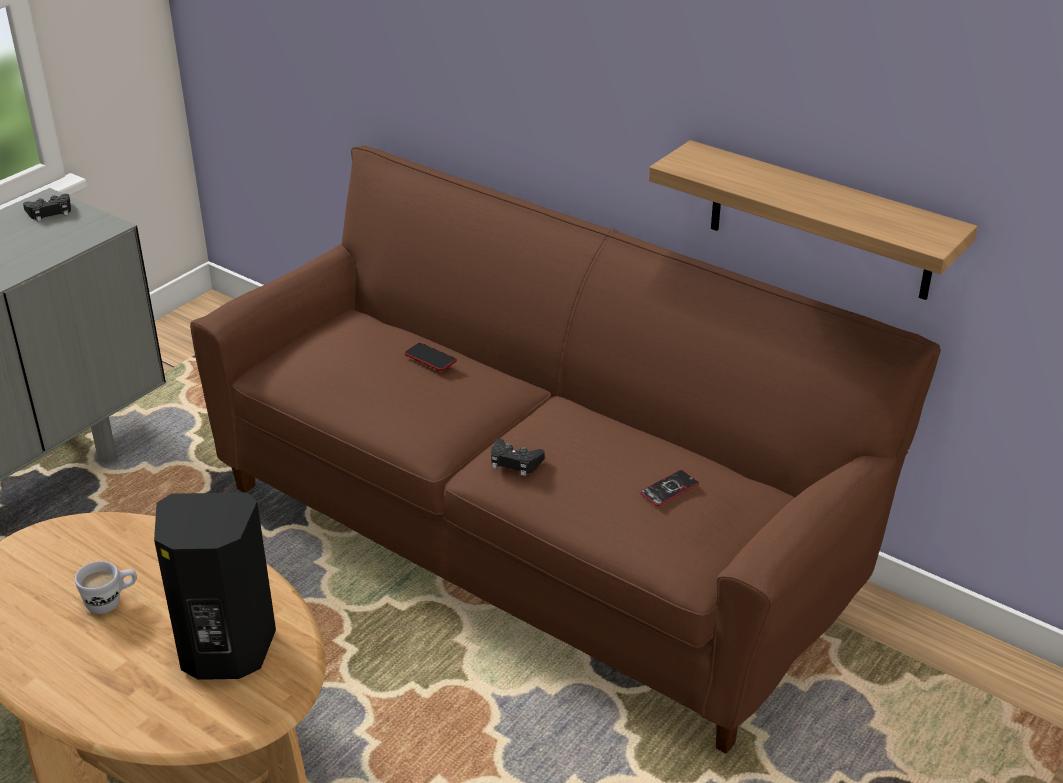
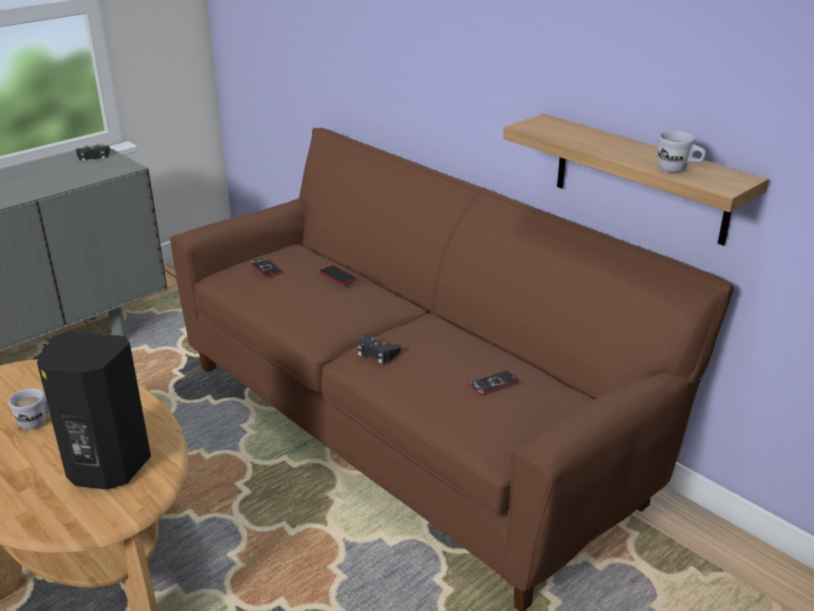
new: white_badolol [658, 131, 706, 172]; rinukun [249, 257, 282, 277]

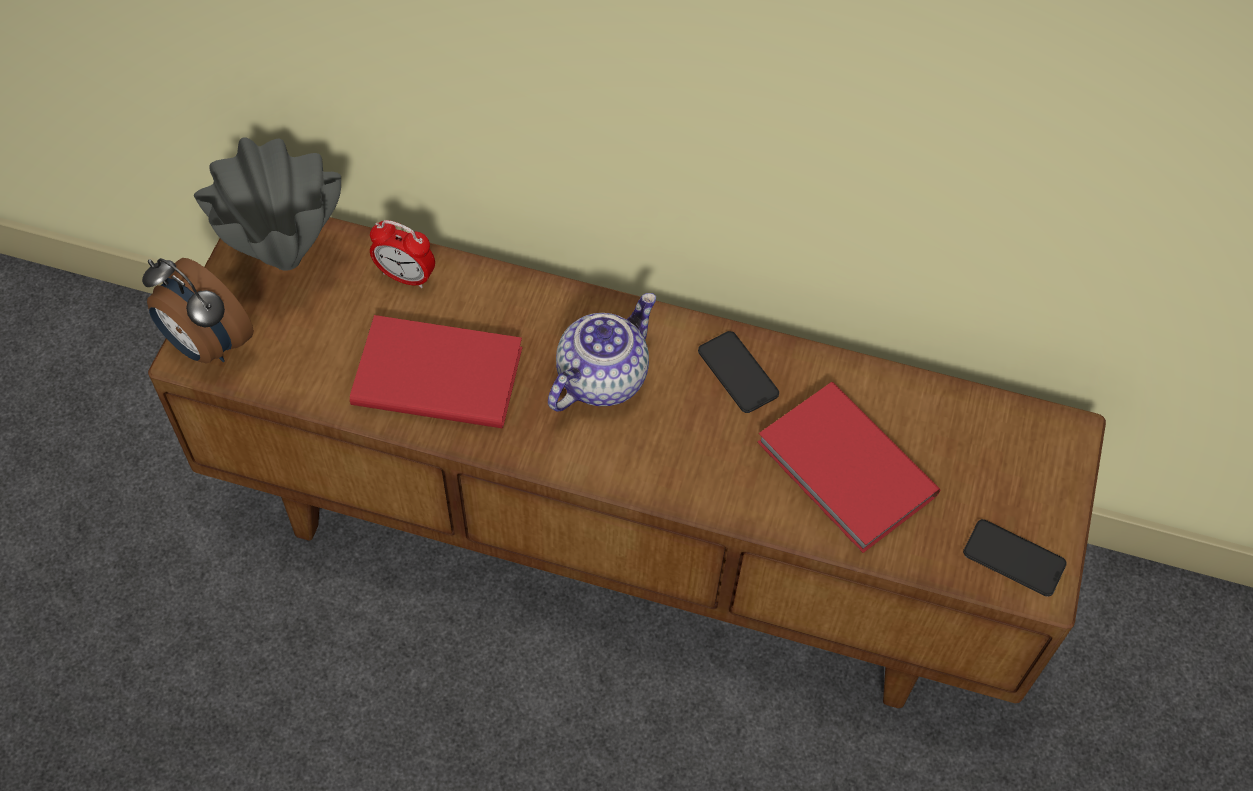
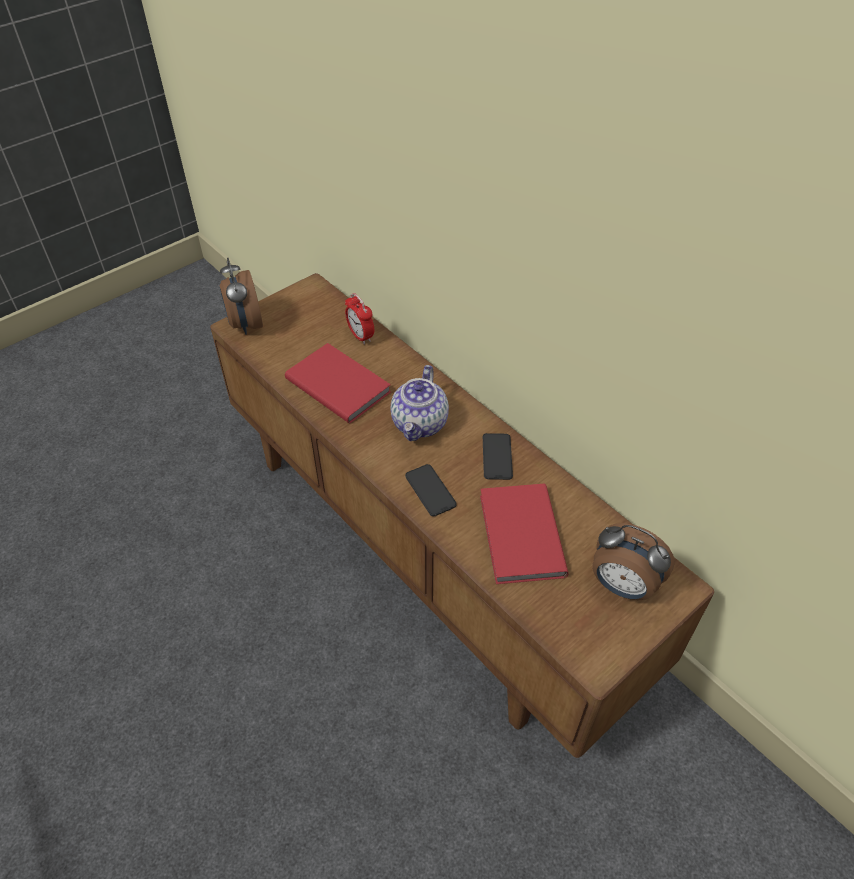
gone: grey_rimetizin [194, 137, 341, 271]
new: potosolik [592, 523, 675, 600]
shifted: rinukun [963, 519, 1067, 597] to [405, 464, 457, 516]
rotated: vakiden [548, 293, 656, 412] = [391, 365, 449, 441] 120 degrees clockwise

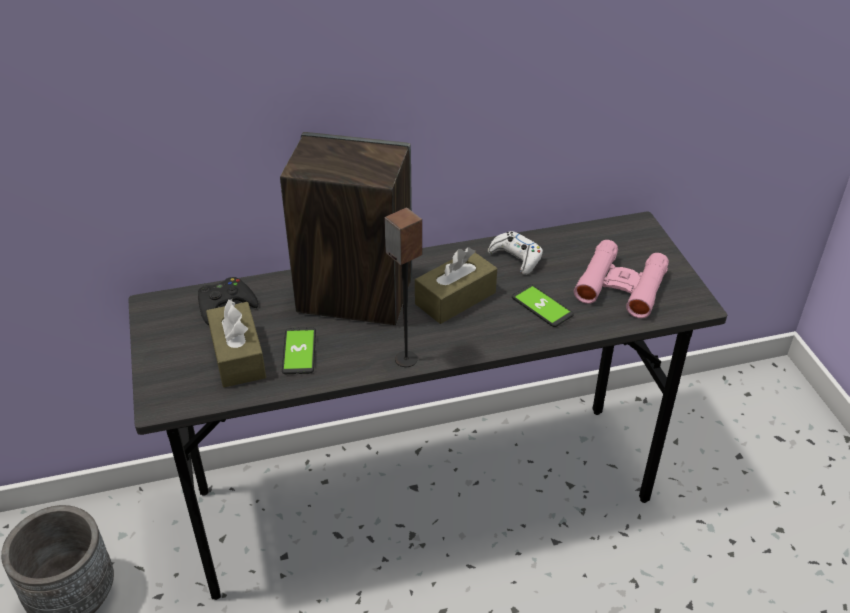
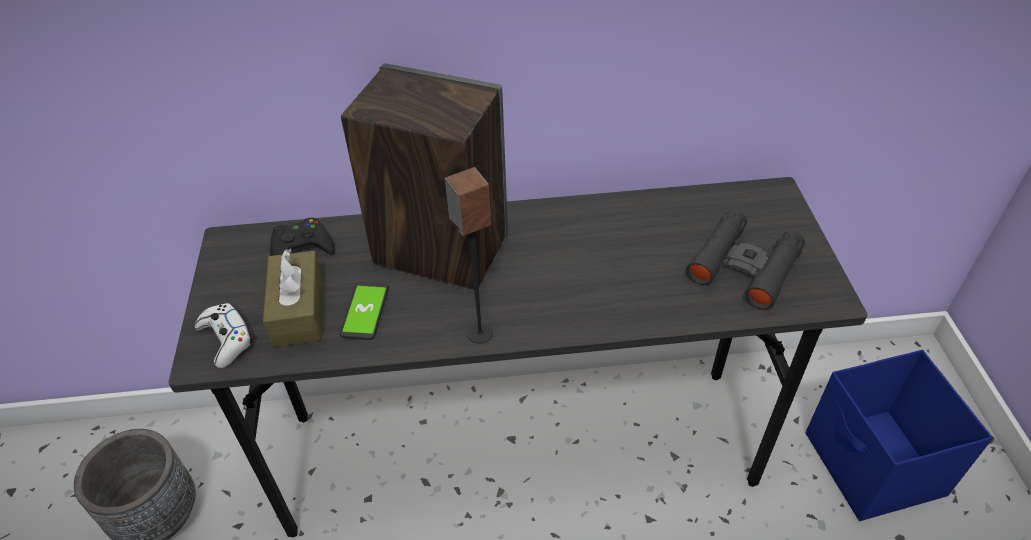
gone: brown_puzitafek [415, 247, 497, 324]; rinukun [512, 284, 574, 327]
new: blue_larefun [806, 350, 993, 521]
shifted: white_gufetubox [488, 231, 543, 275] to [195, 303, 254, 368]
repainted: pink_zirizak [574, 240, 669, 318] to black_zirizak [686, 210, 805, 310]

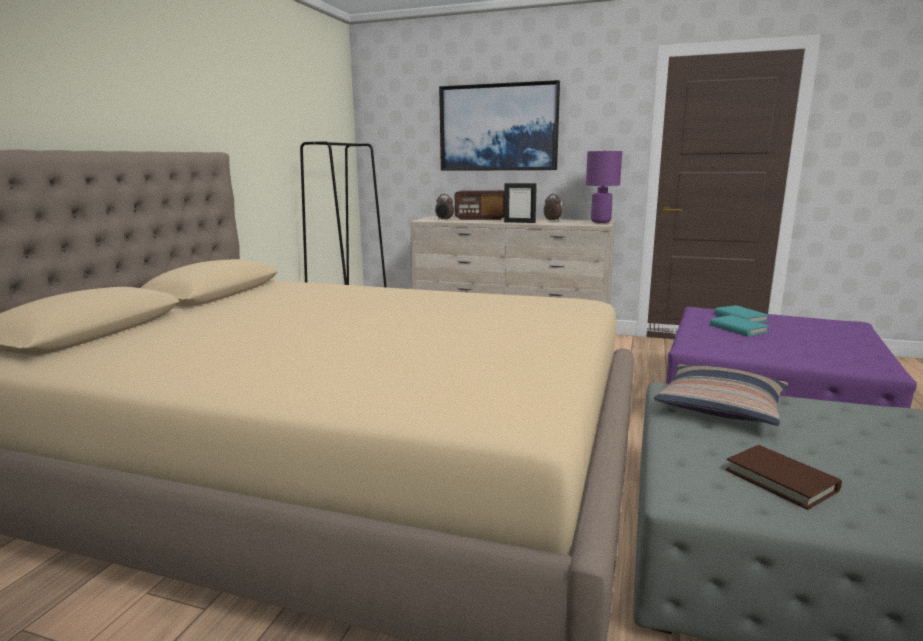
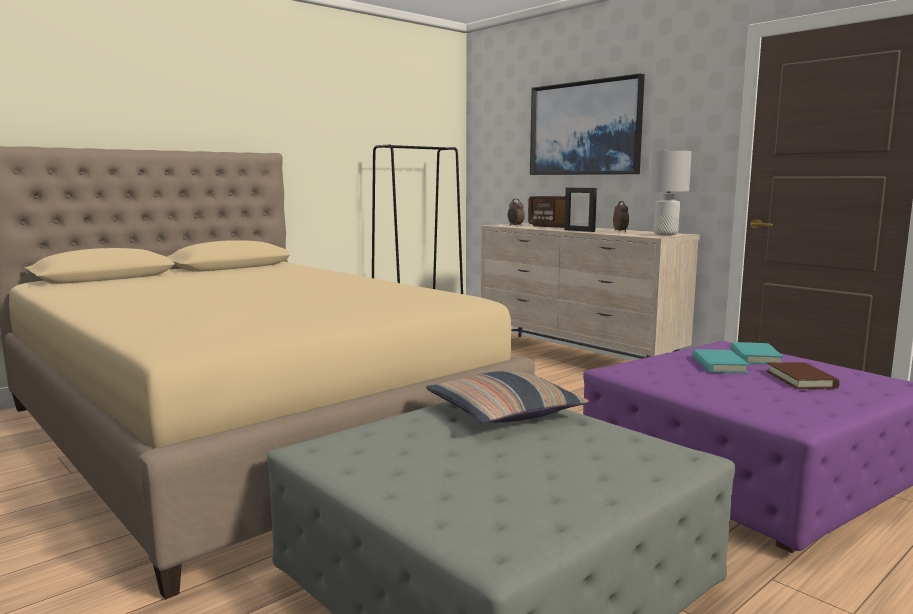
shifted: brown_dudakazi [726, 445, 842, 510] to [766, 362, 840, 389]
repainted: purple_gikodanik [586, 150, 622, 223] to grey_gikodanik [648, 150, 692, 236]

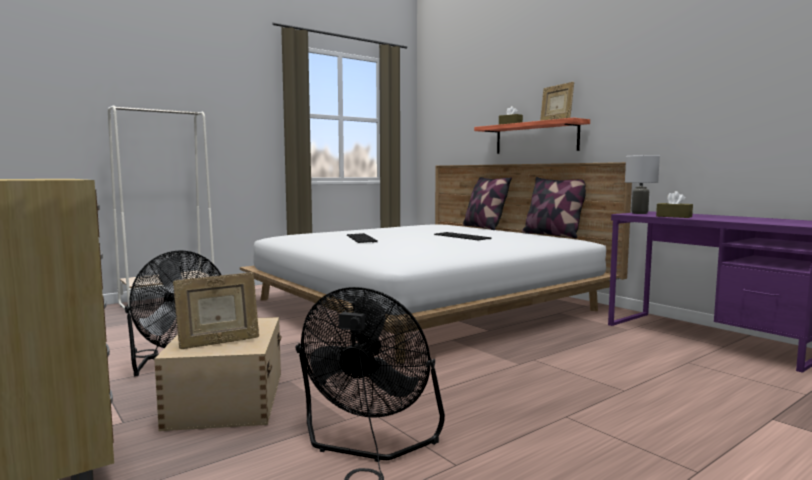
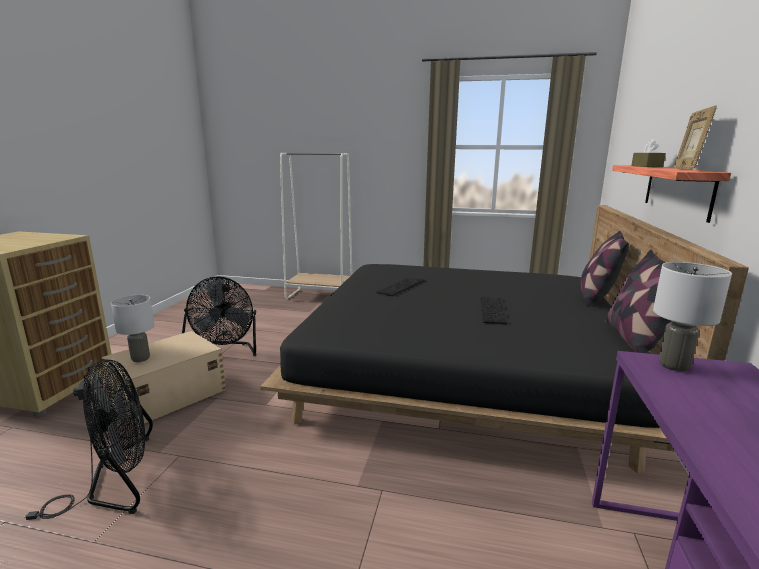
gone: brown_puzitafek [656, 191, 693, 218]
swapped: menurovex [173, 272, 259, 349] to white_gikodanik [111, 295, 155, 362]
repainted: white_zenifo [240, 162, 632, 363] to black_zenifo [260, 205, 749, 474]

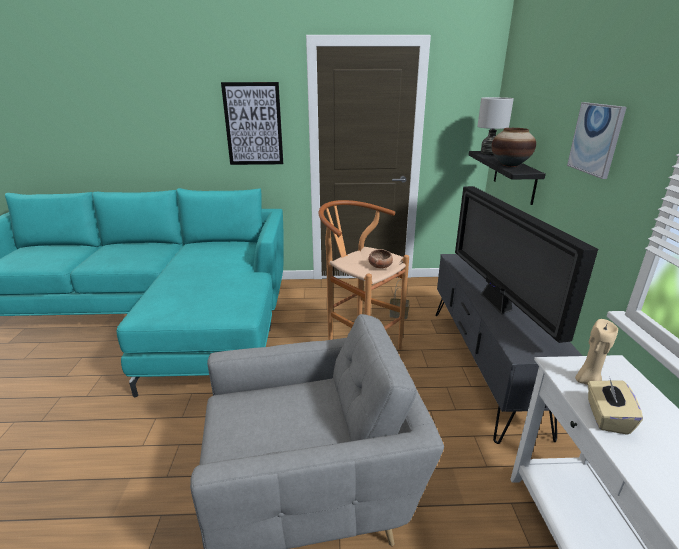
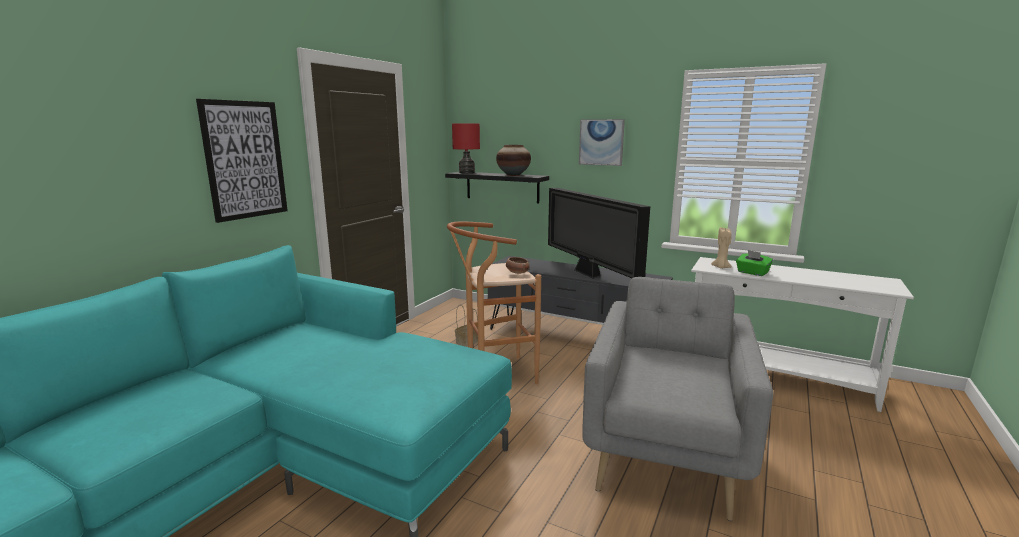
repainted: grey_gikodanik [477, 97, 514, 155] to red_gikodanik [452, 123, 480, 173]; beige_puzitafek [588, 380, 643, 435] to green_puzitafek [736, 250, 773, 276]
rotated: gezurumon [455, 186, 598, 343] = [548, 188, 650, 279] 45 degrees clockwise

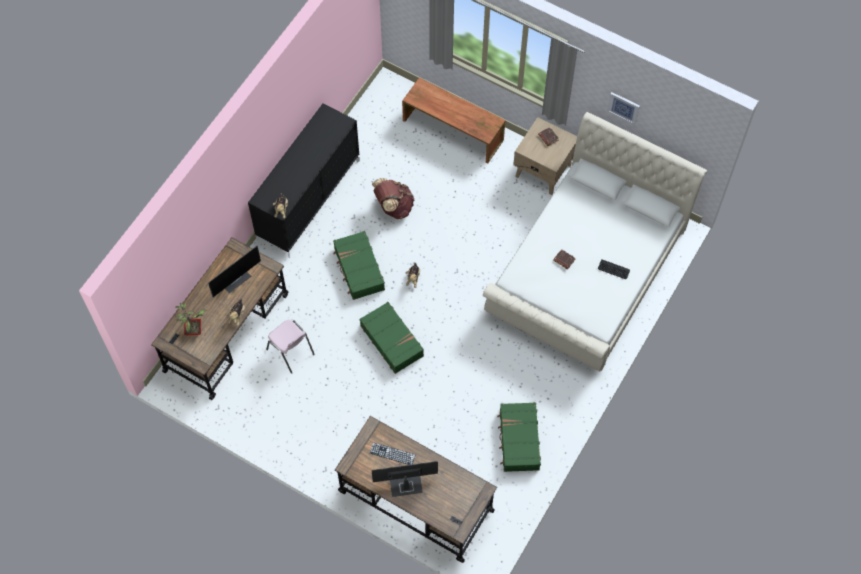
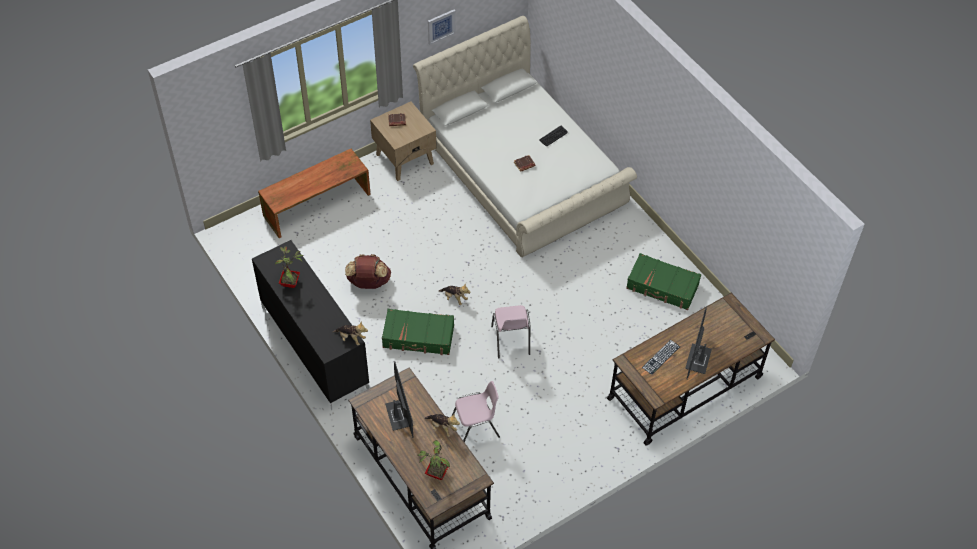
new: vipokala [275, 246, 303, 288]
swapped: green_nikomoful [360, 302, 424, 374] to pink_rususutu [491, 305, 530, 359]

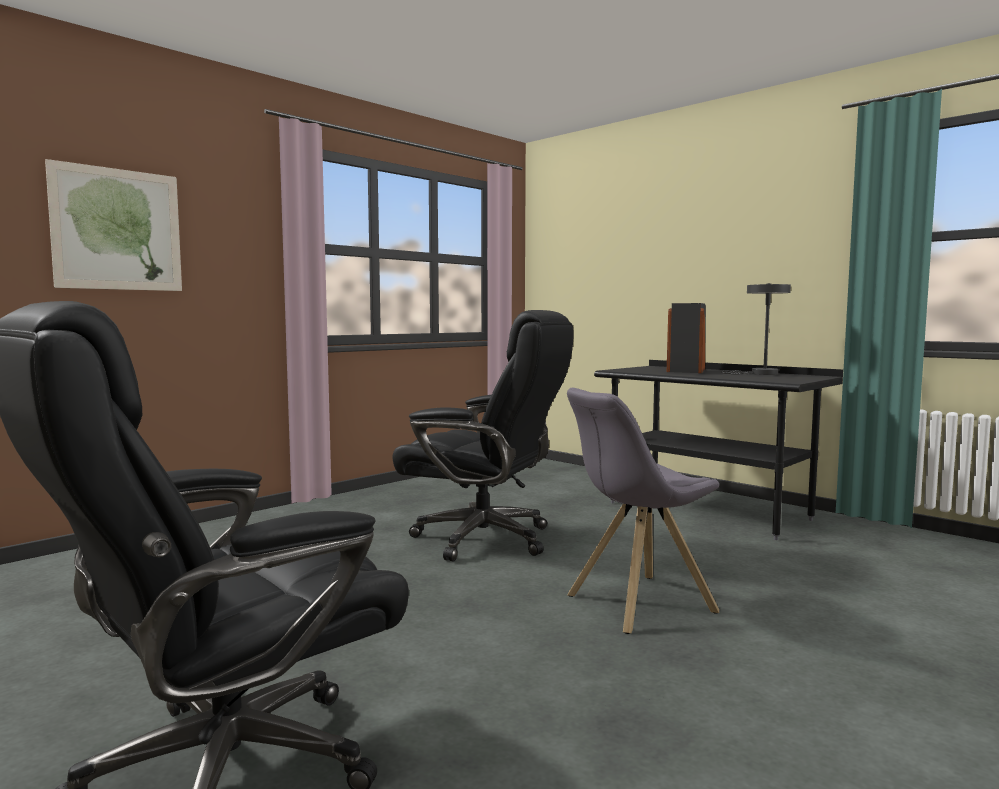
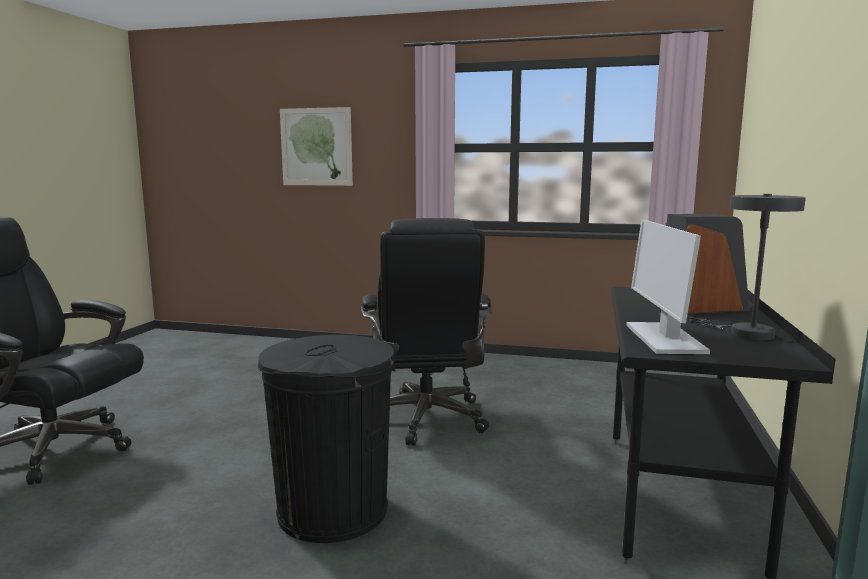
new: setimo [627, 219, 710, 354]
swapped: grey_rususutu [567, 388, 719, 634] to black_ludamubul [258, 335, 395, 543]

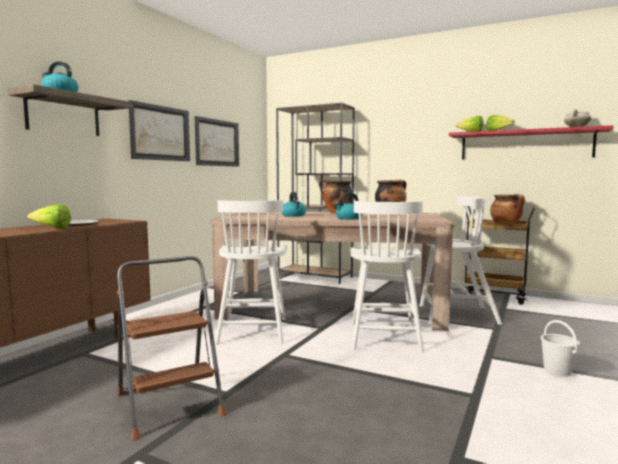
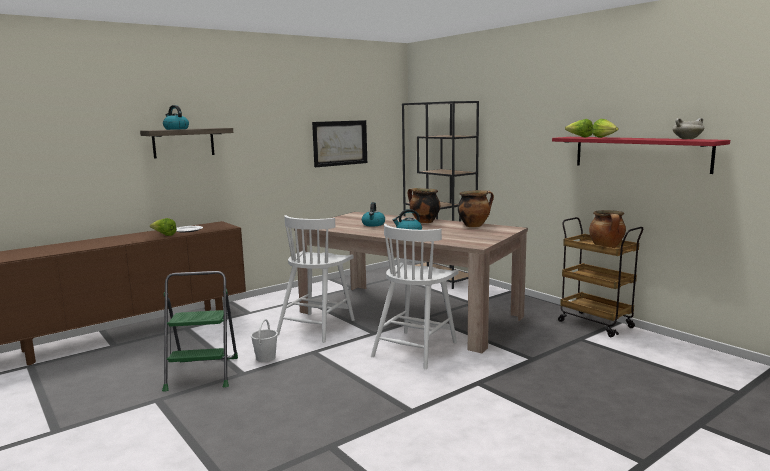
gone: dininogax [128, 100, 190, 161]; white_rususutu [420, 196, 502, 325]
shifted: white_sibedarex [541, 320, 580, 377] to [251, 319, 278, 362]
repainted: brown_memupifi [117, 256, 227, 441] to green_memupifi [162, 271, 238, 392]

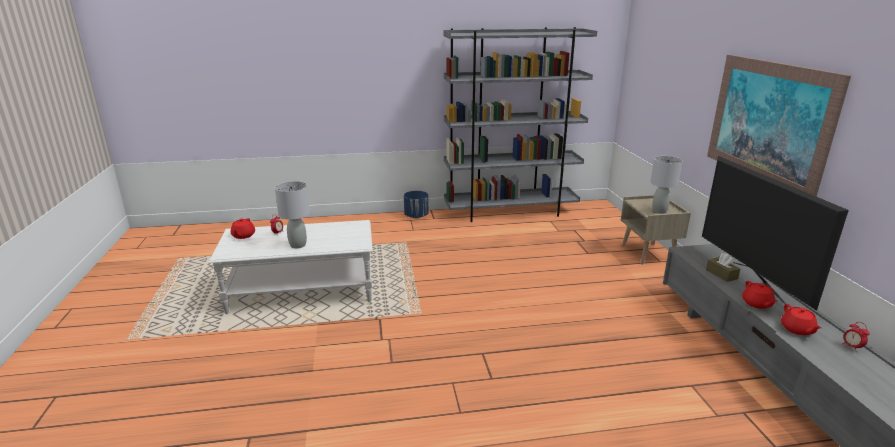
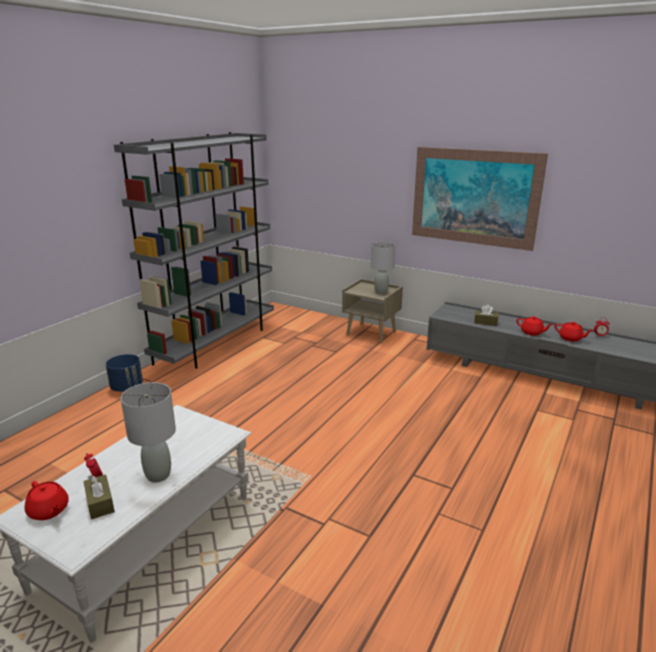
gone: gezurumon [702, 156, 849, 311]
new: brown_puzitafek [83, 474, 115, 519]

